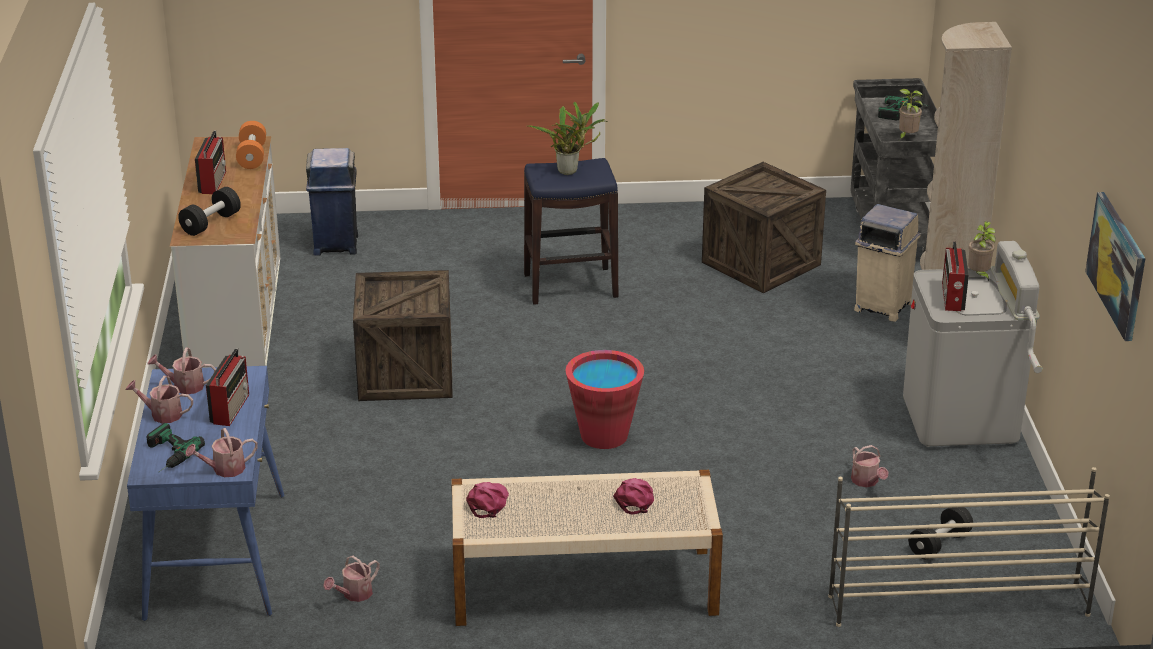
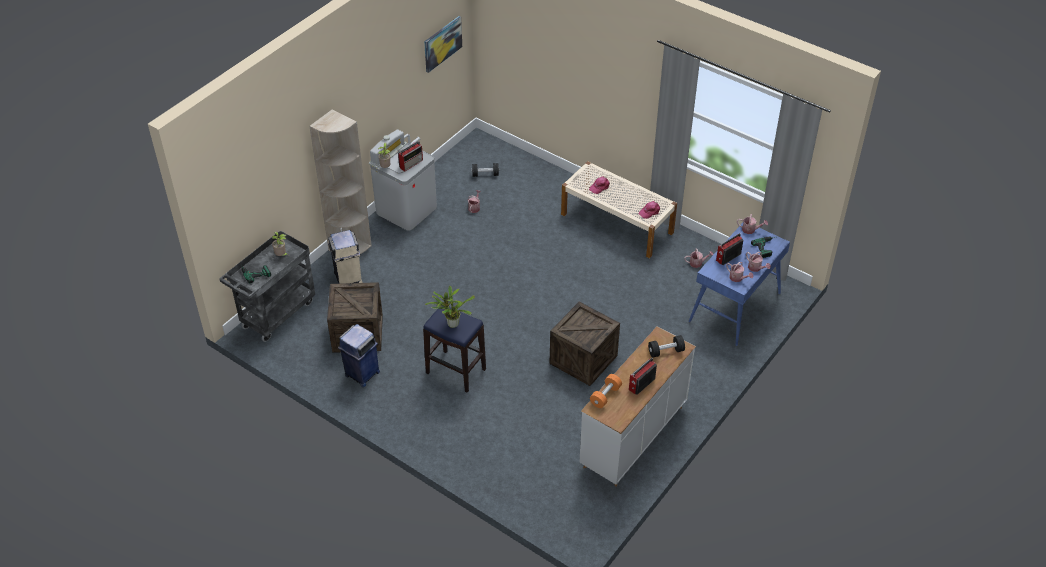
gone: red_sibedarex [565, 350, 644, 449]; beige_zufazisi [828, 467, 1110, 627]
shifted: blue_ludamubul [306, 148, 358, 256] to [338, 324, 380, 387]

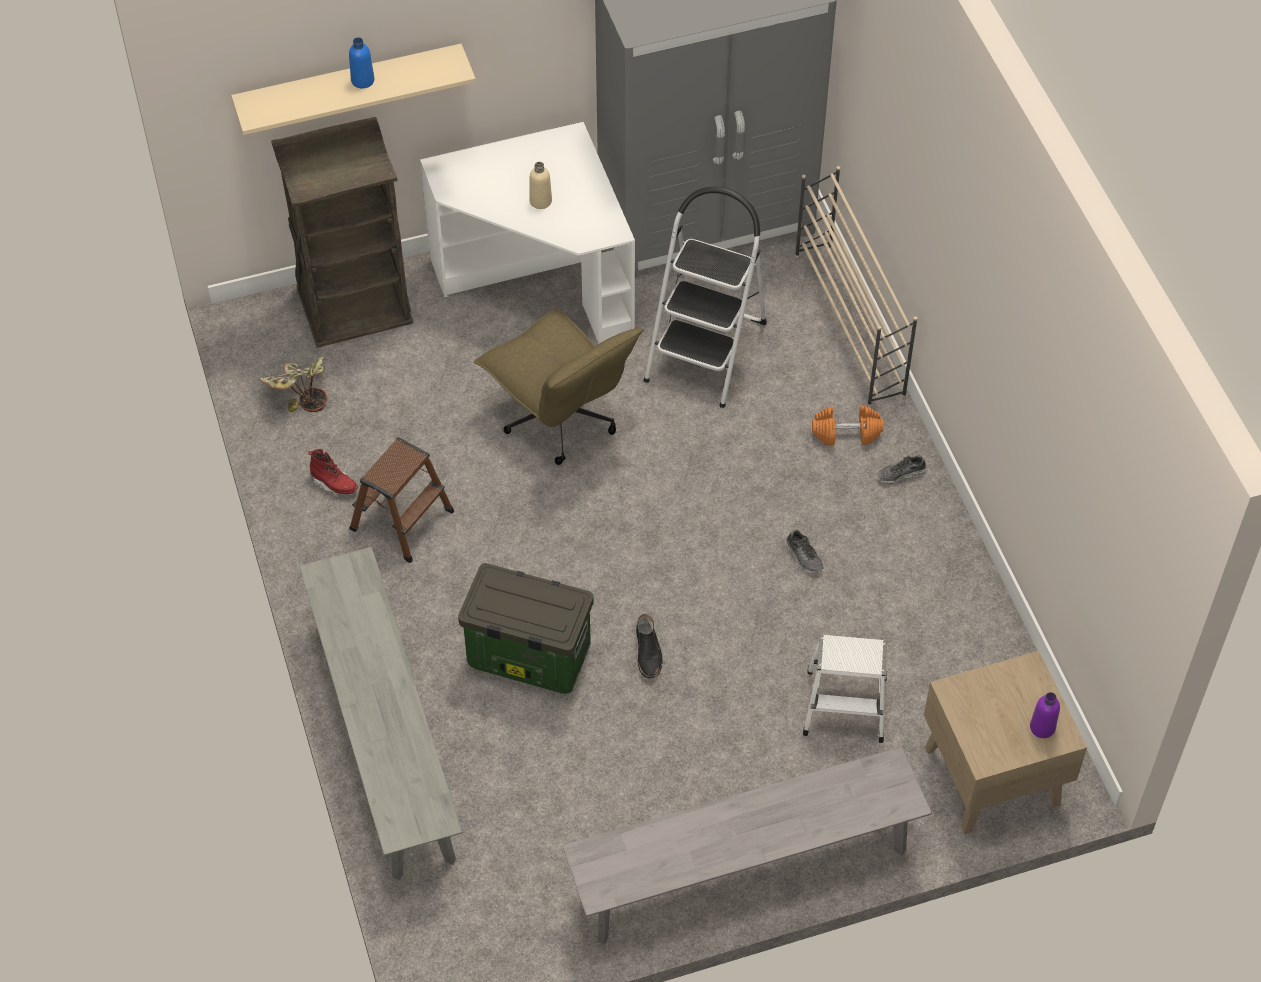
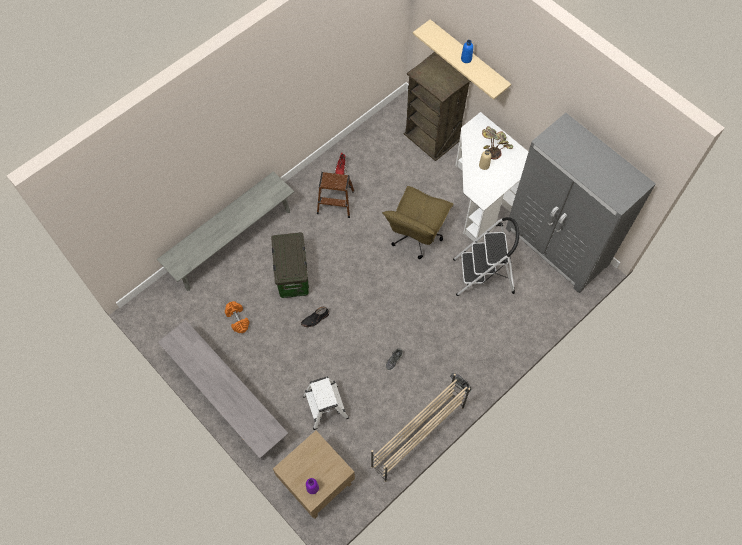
shifted: beige_zufazisi [795, 166, 917, 407] to [371, 374, 470, 482]; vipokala [258, 357, 328, 412] to [482, 126, 513, 159]; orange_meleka [812, 406, 883, 445] to [225, 301, 249, 333]

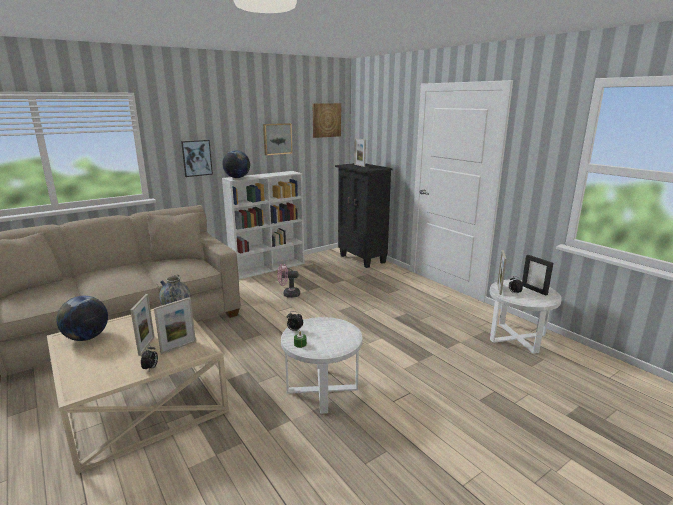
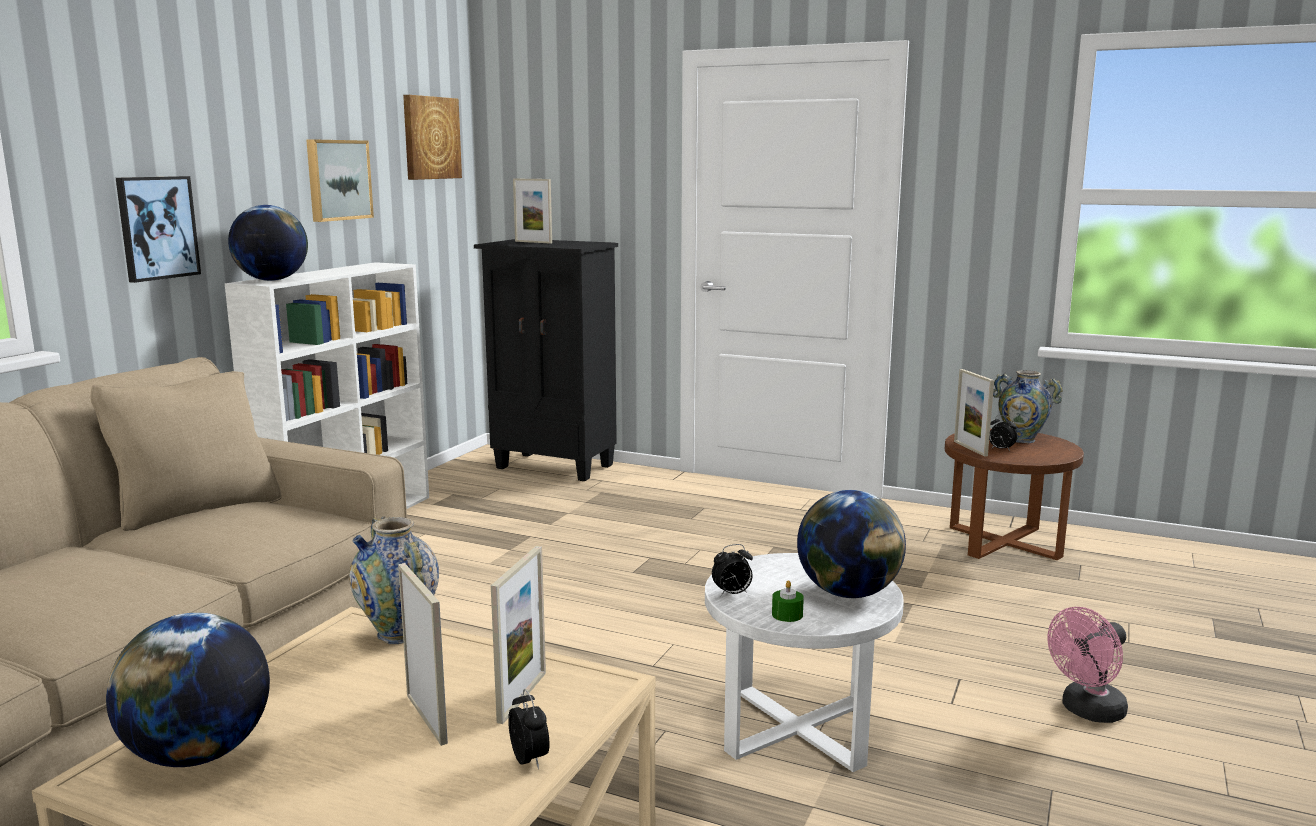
new: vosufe [797, 490, 906, 598]
shifted: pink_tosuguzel [277, 264, 300, 298] to [1048, 607, 1128, 723]
swapped: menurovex [522, 255, 553, 296] to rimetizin [993, 370, 1063, 443]
repainted: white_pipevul [490, 279, 562, 354] to brown_pipevul [945, 429, 1084, 560]

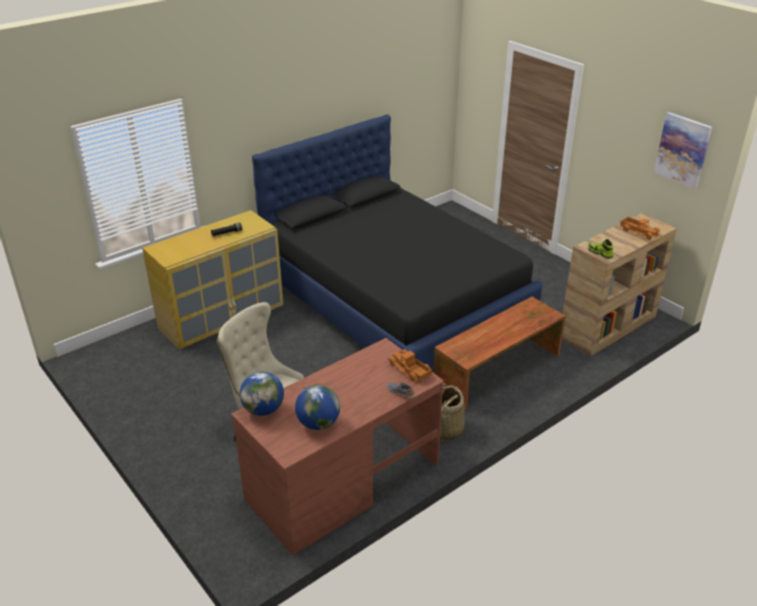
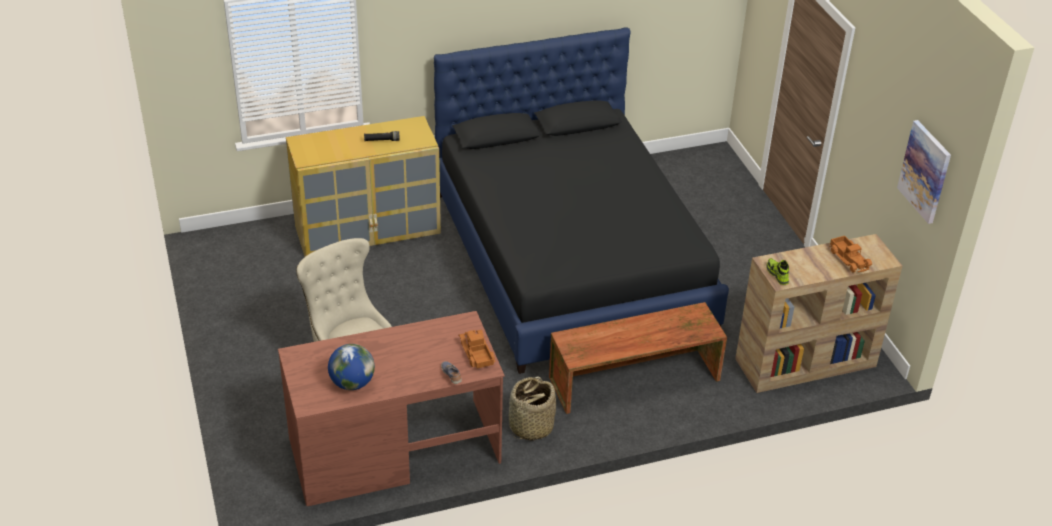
gone: vosufe [240, 372, 284, 416]

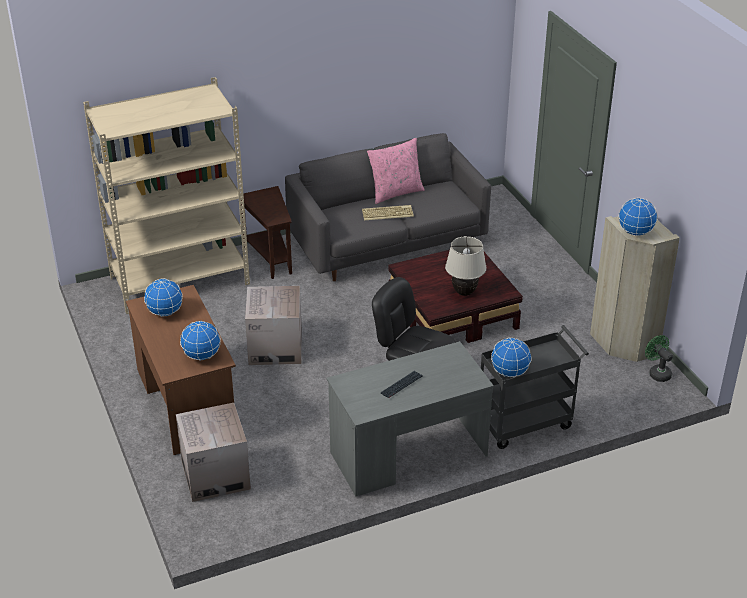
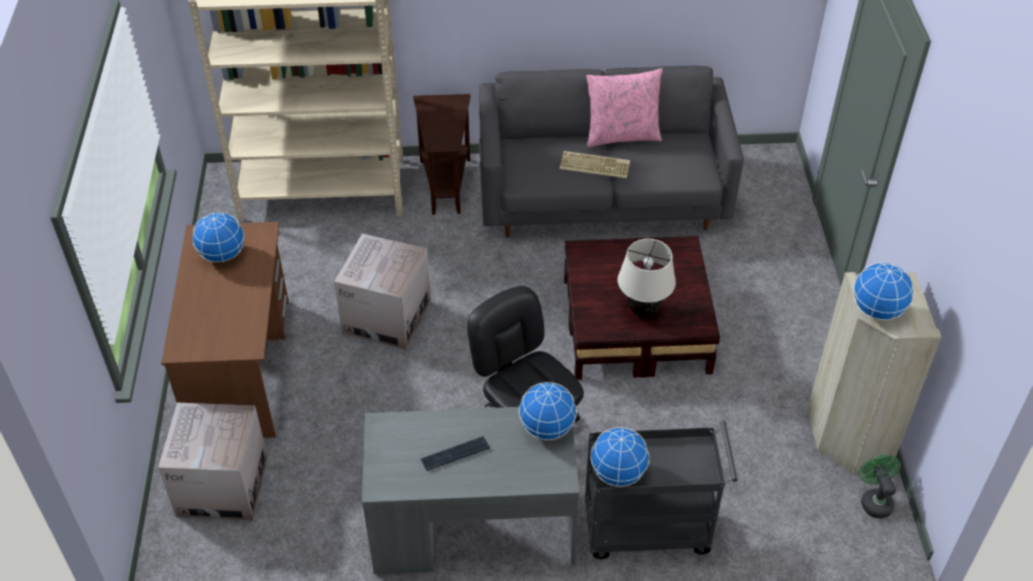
shifted: vosufe [180, 321, 221, 361] to [519, 382, 577, 440]

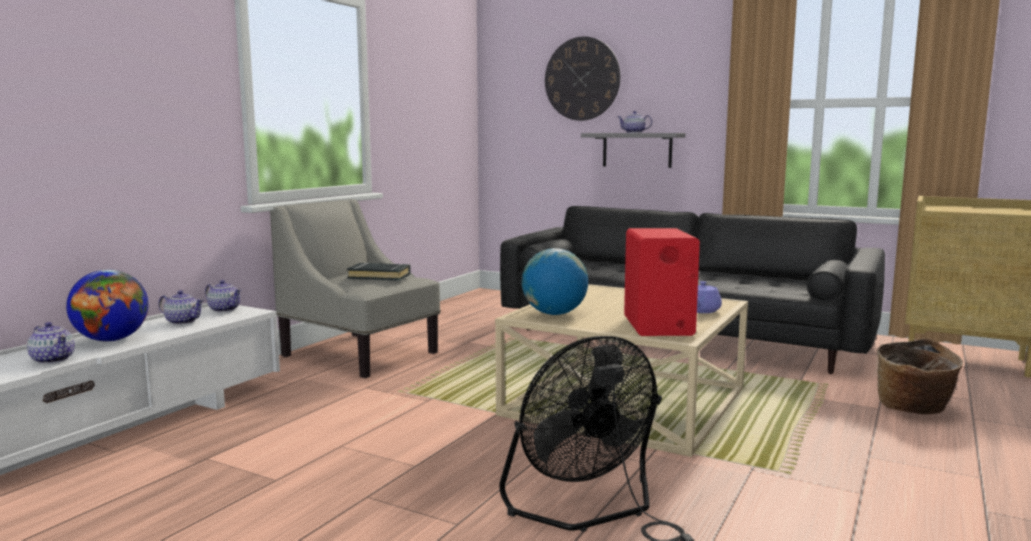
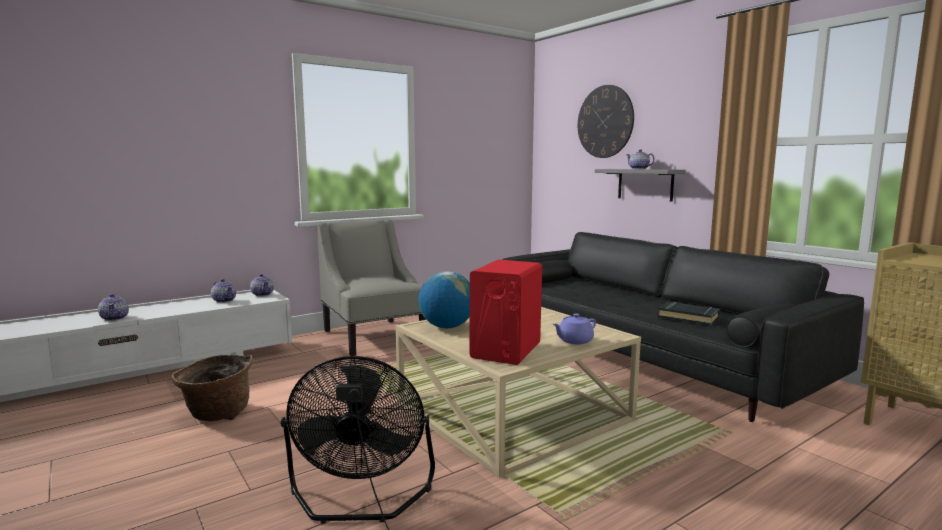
gone: vosufe [66, 269, 149, 341]
shifted: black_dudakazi [347, 263, 411, 281] to [658, 302, 720, 325]; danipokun [877, 338, 963, 414] to [172, 355, 254, 421]

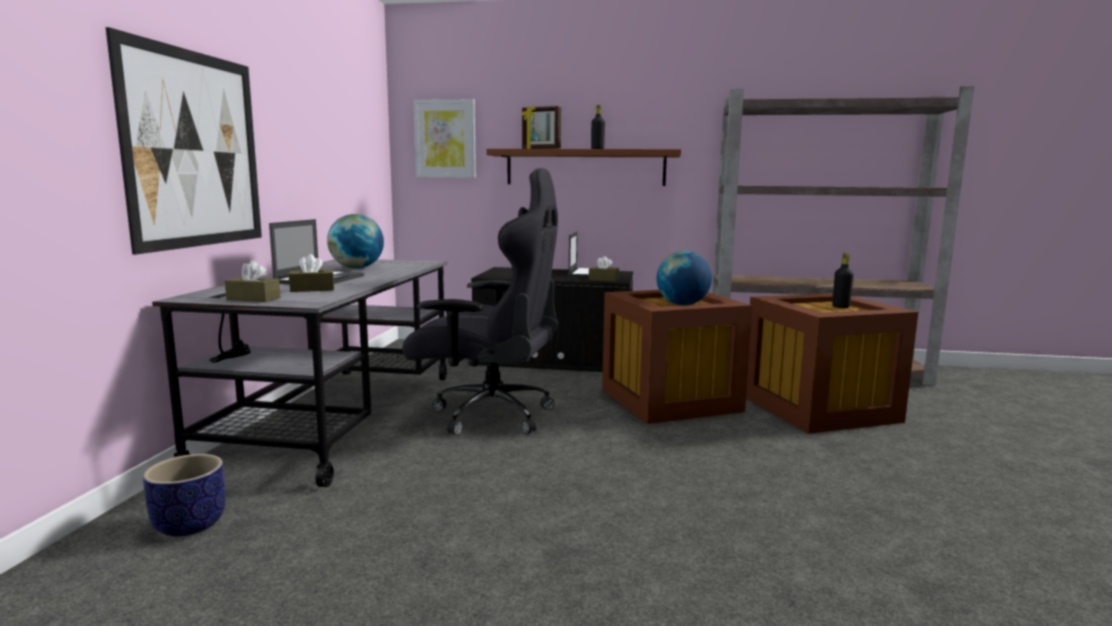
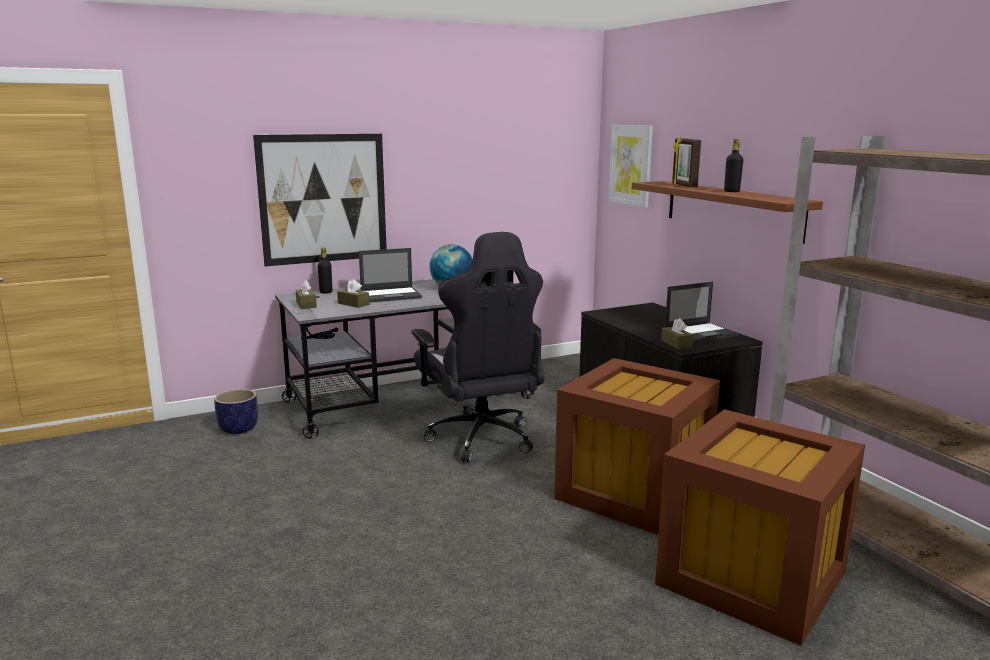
gone: vosufe [657, 251, 712, 305]
shifted: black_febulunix [832, 253, 854, 308] to [318, 248, 332, 294]

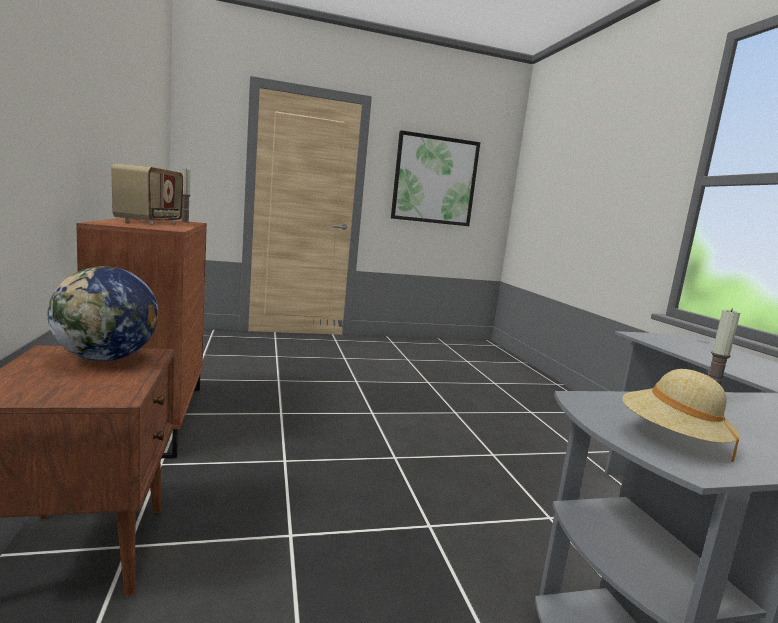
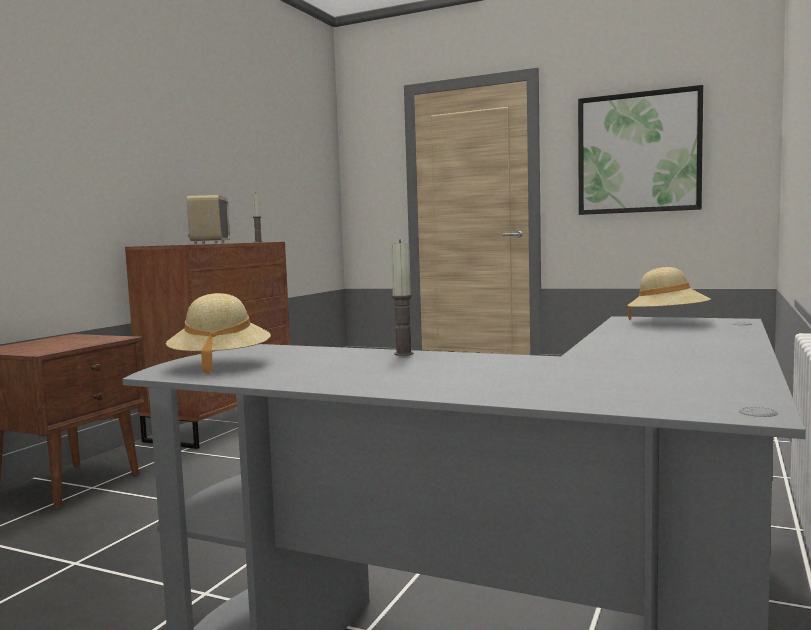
gone: vosufe [47, 266, 158, 361]
new: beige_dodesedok [627, 267, 711, 320]
rotated: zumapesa [111, 163, 183, 224] = [187, 195, 230, 244] 135 degrees clockwise

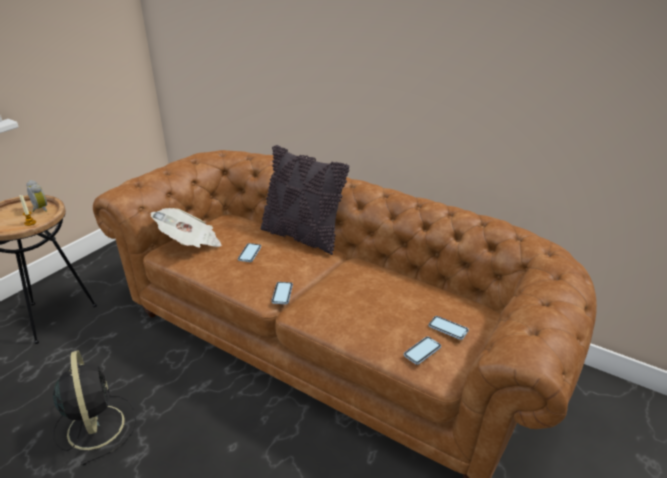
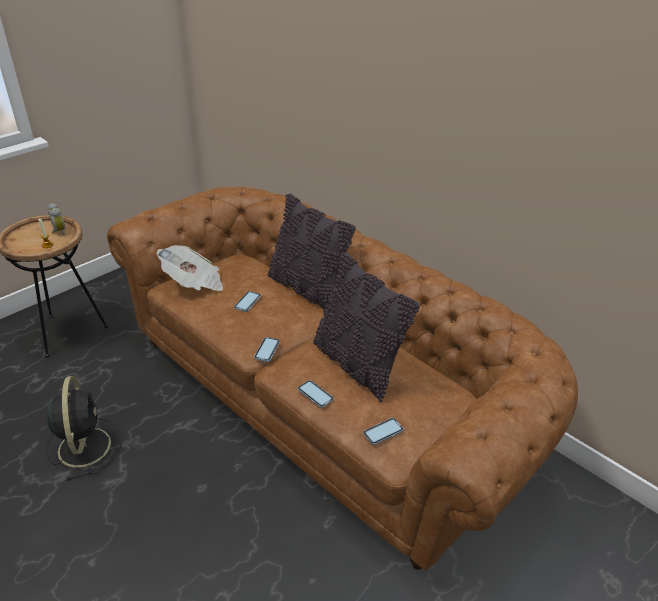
new: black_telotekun [313, 252, 420, 402]
shifted: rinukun [428, 316, 469, 340] to [298, 380, 334, 408]

